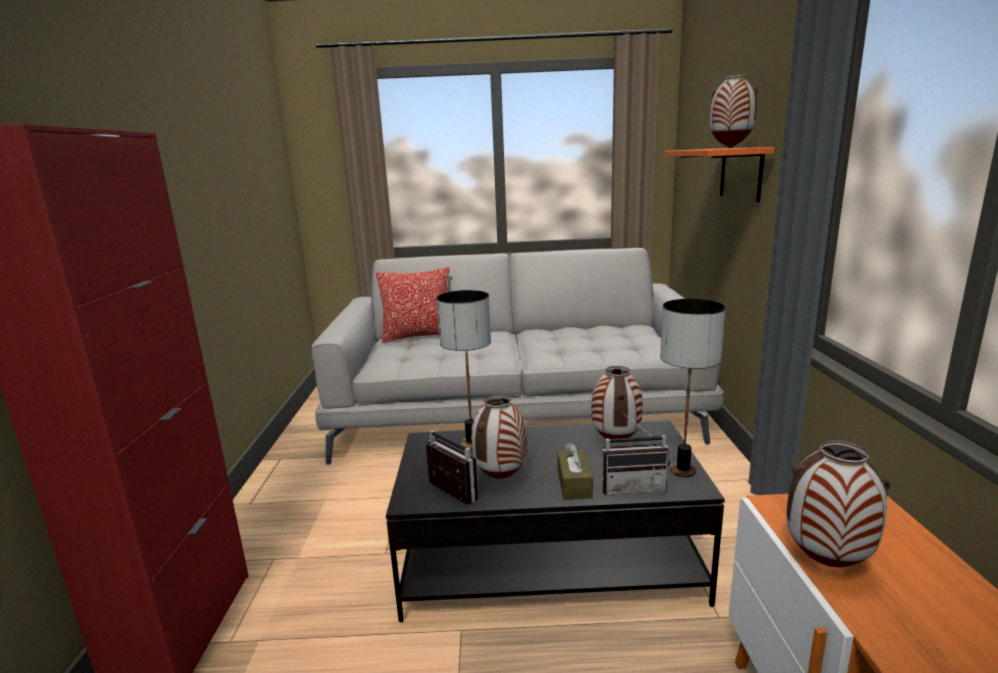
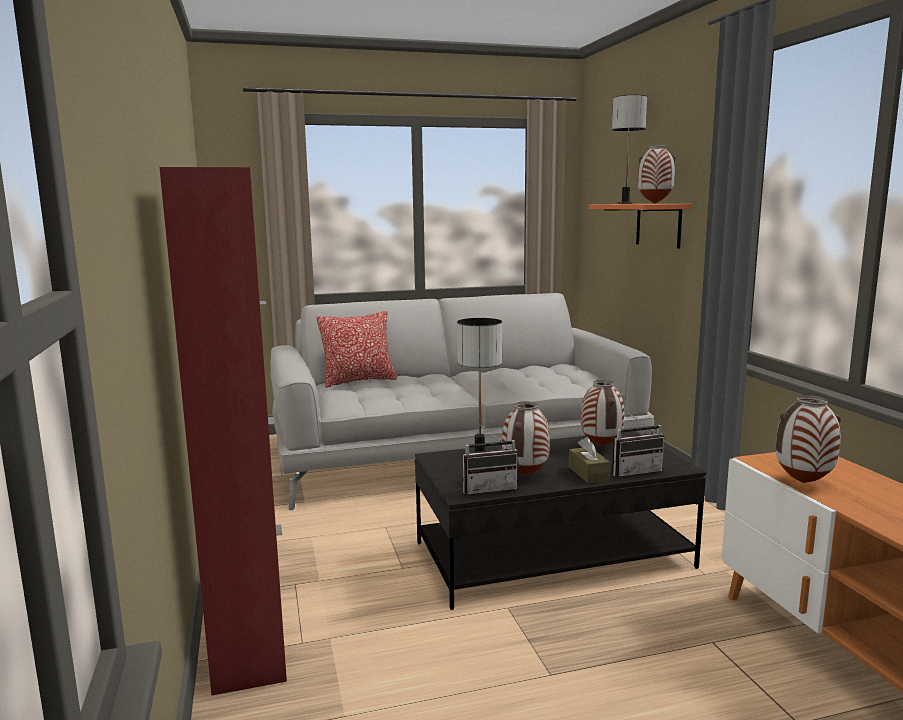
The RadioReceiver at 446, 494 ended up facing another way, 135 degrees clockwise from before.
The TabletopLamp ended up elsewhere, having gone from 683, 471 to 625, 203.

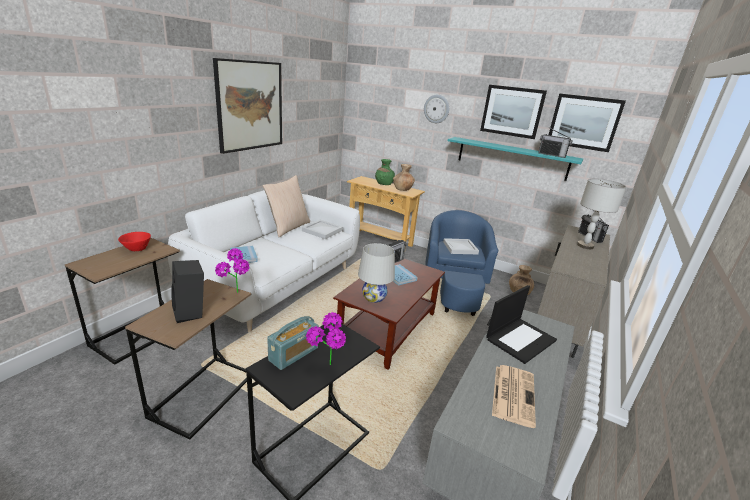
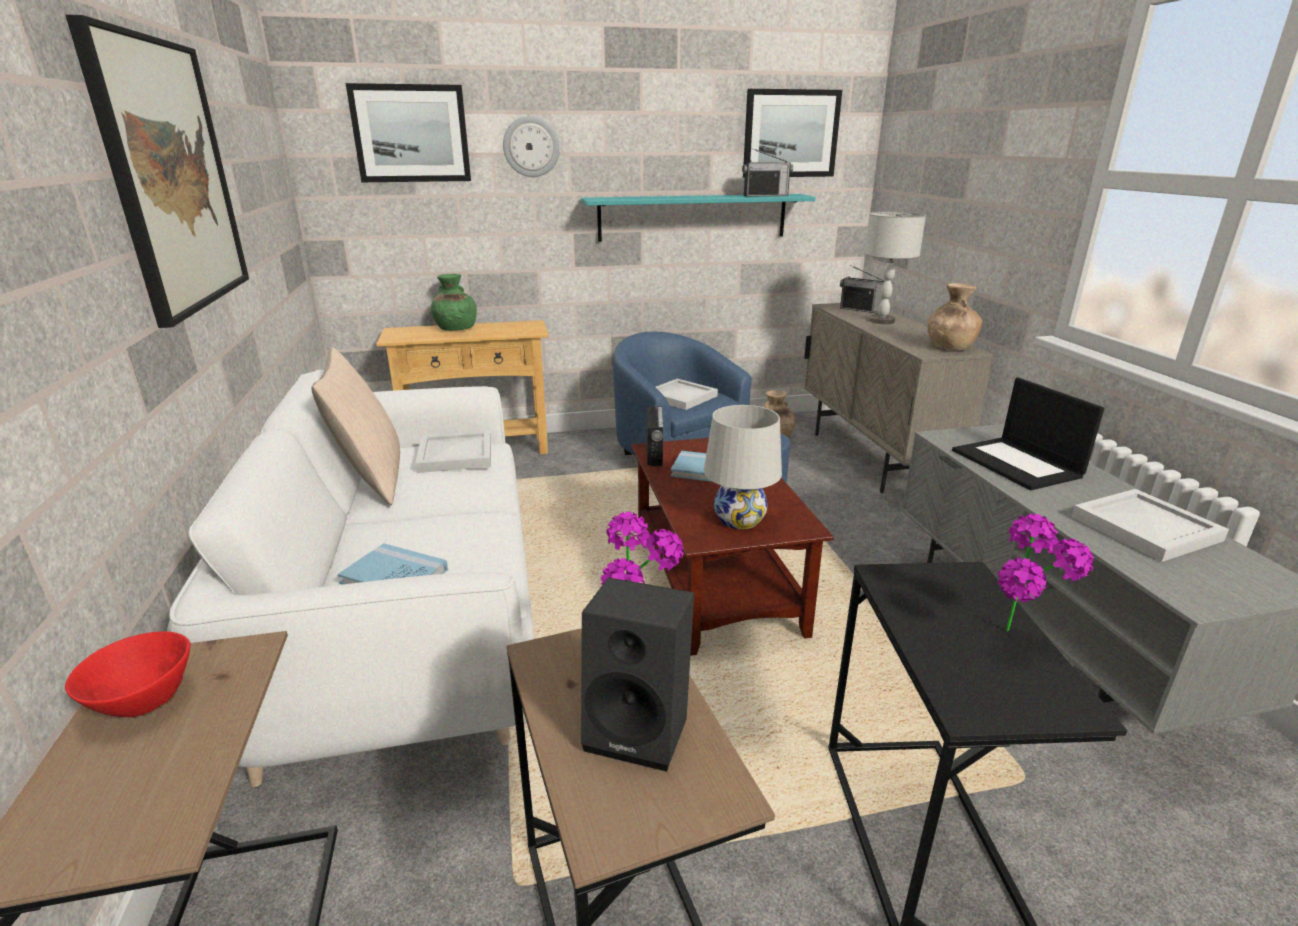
The second view lost the RadioReceiver at 293, 354.
The BrownFlowerVase ended up elsewhere, having gone from 402, 189 to 949, 347.
The Picture ended up elsewhere, having gone from 512, 111 to 411, 134.
The PortableComputer at 520, 339 ended up facing another way, 150 degrees clockwise from before.
Where the DailyPaper stood at 513, 394, the WhitishServingTray came to stand at 1142, 528.

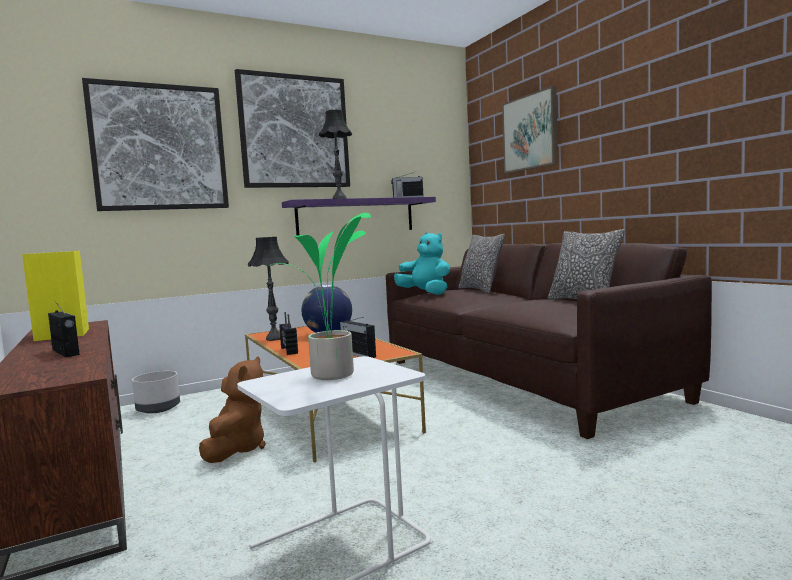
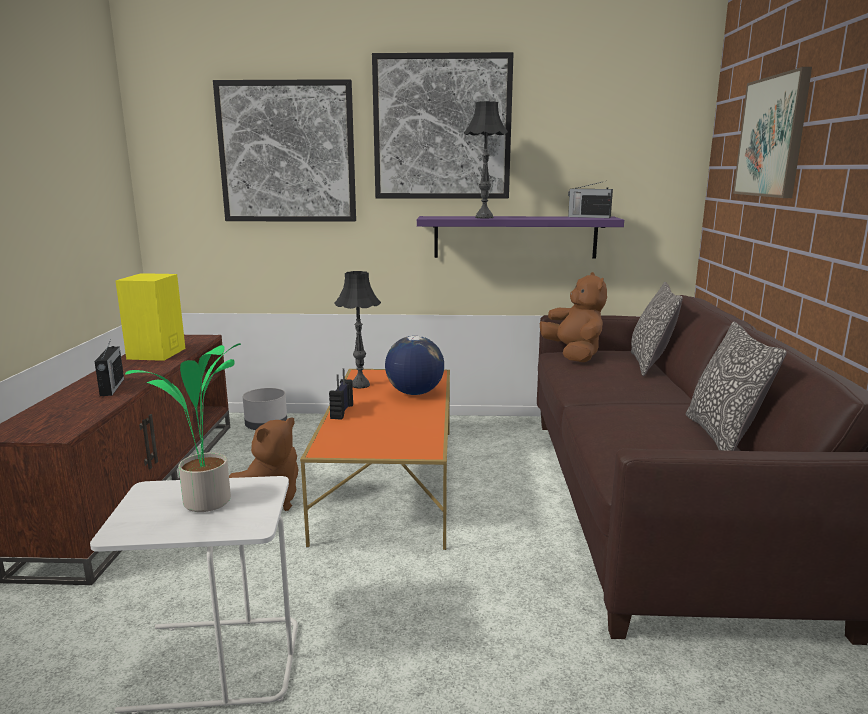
The second view lost the RadioReceiver at 358, 354.
What was the TurquoiseColouredPlushToy at 426, 293 turned into the BrownPlushToy at 574, 355.

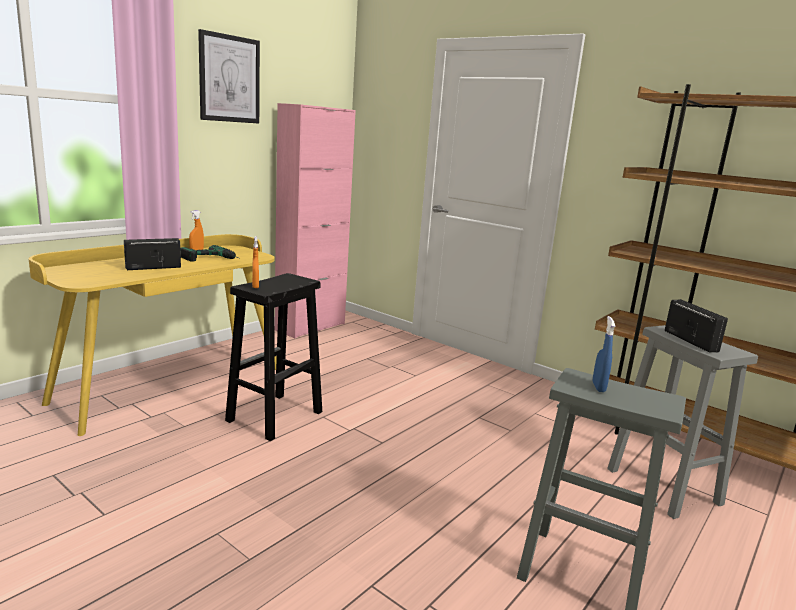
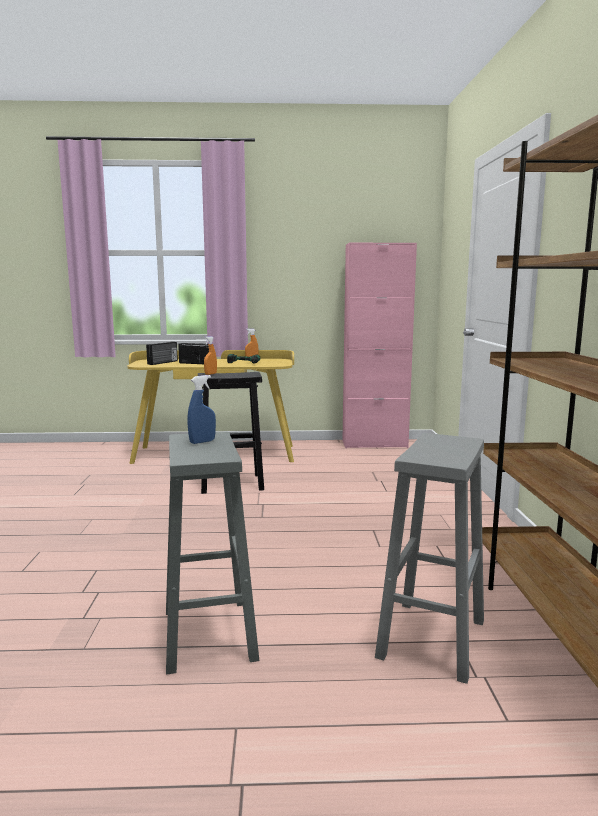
The second view lost the Picture at 229, 79.
The RadioReceiver ended up elsewhere, having gone from 691, 341 to 163, 362.

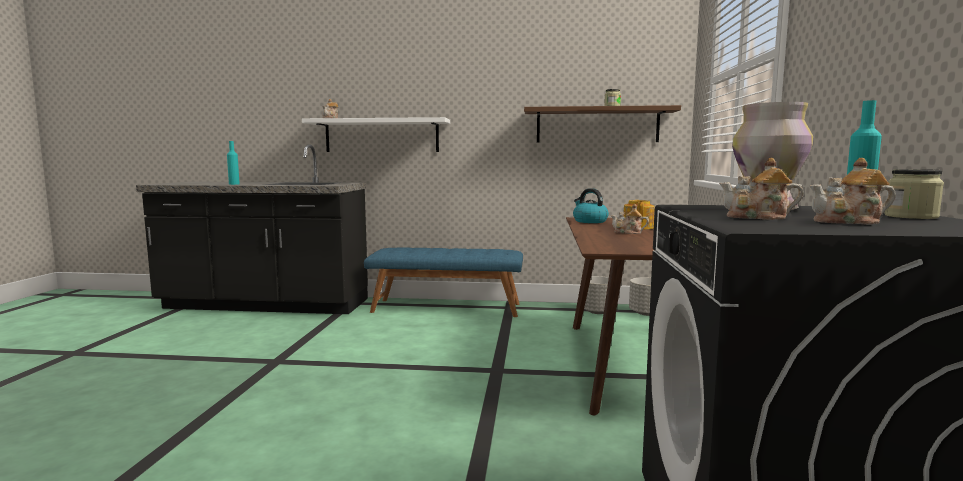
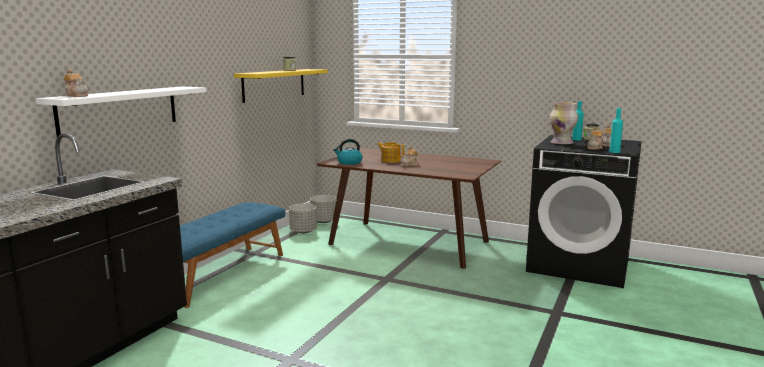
The TurquoiseColouredBeverageBottle ended up elsewhere, having gone from 234, 184 to 614, 152.
What was the BrownBracketShelf at 597, 125 turned into the YellowishBracketShelf at 274, 84.

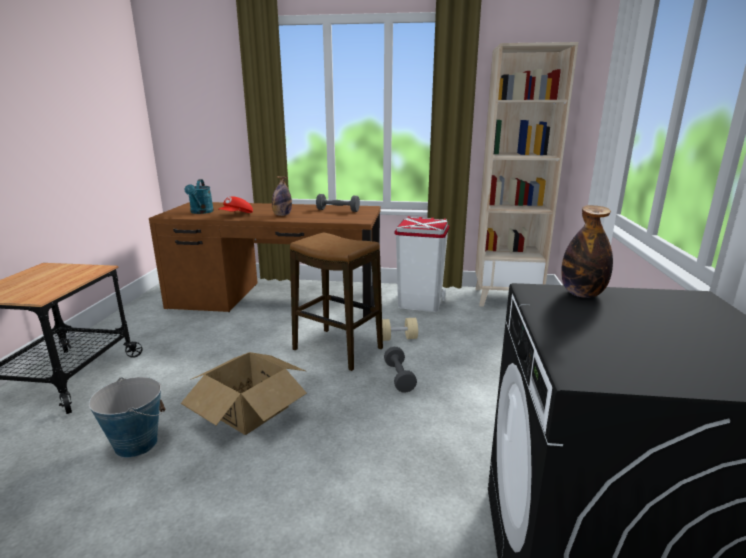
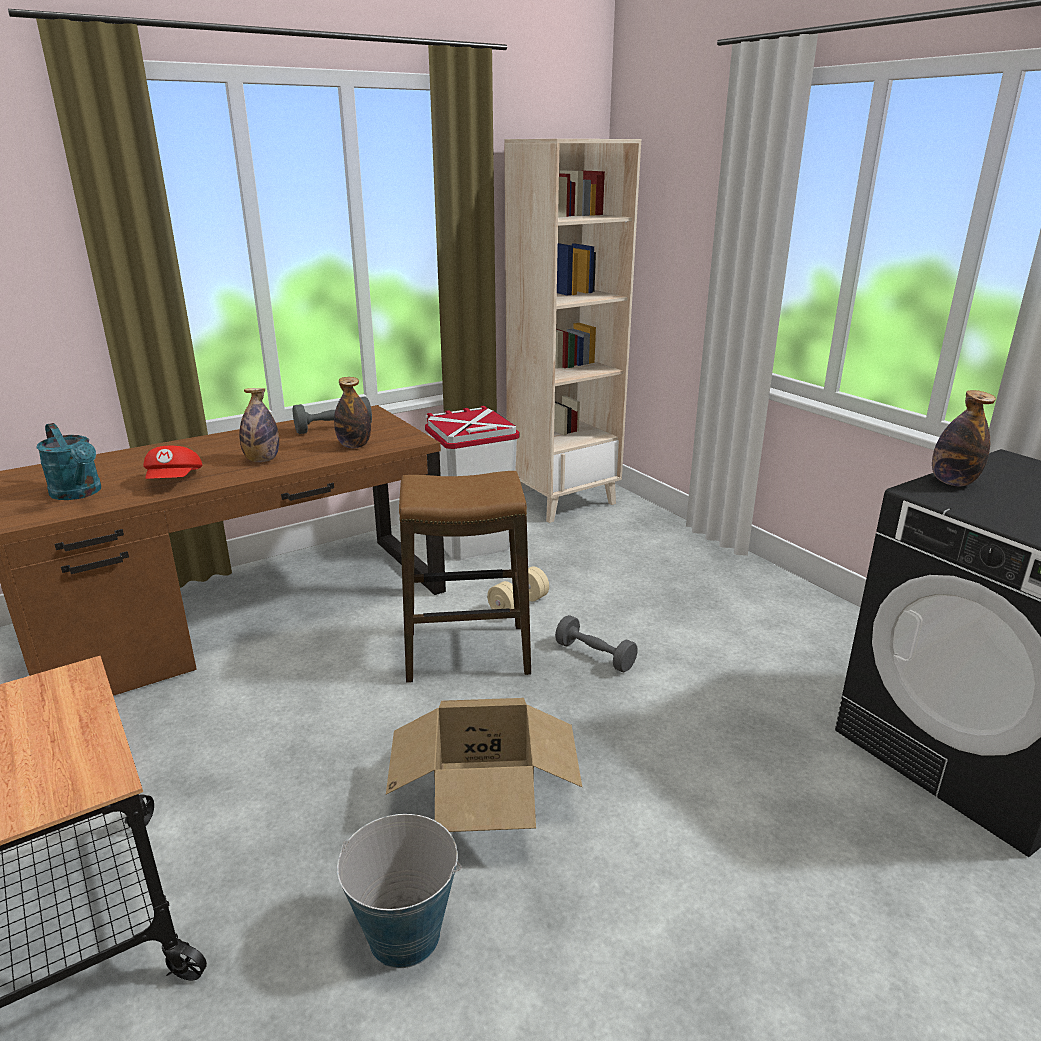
The second view gained the BeverageBottle at 354, 446.

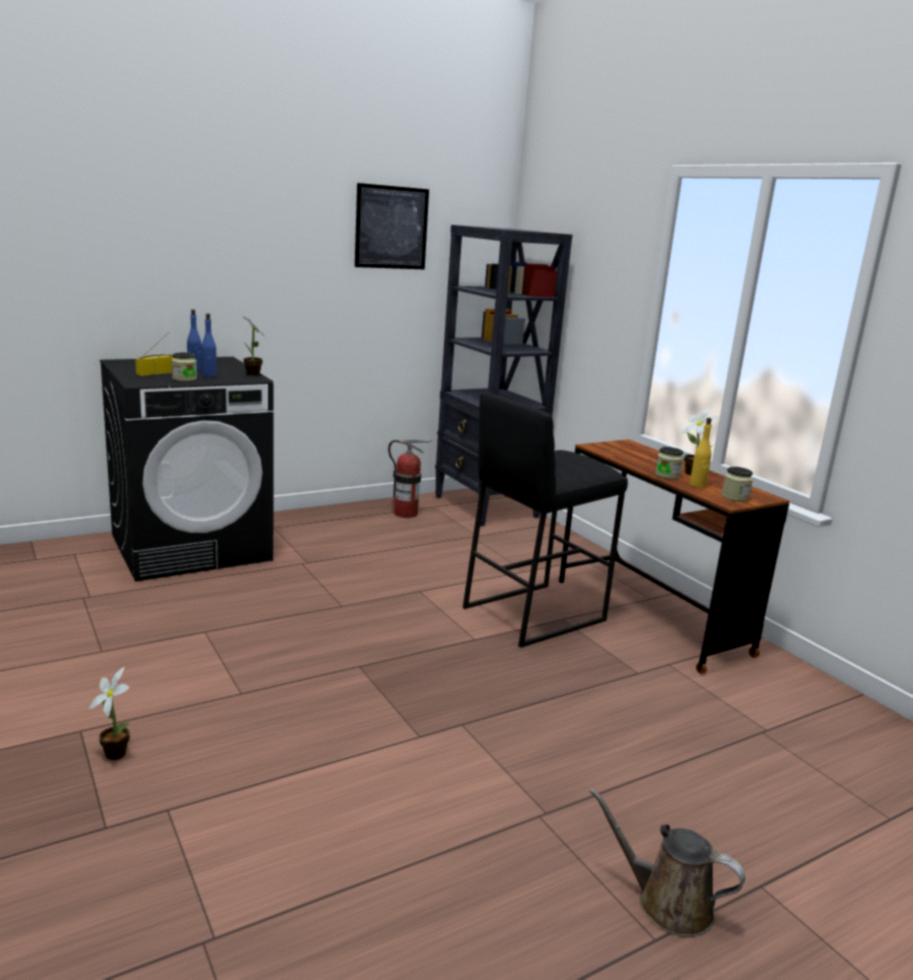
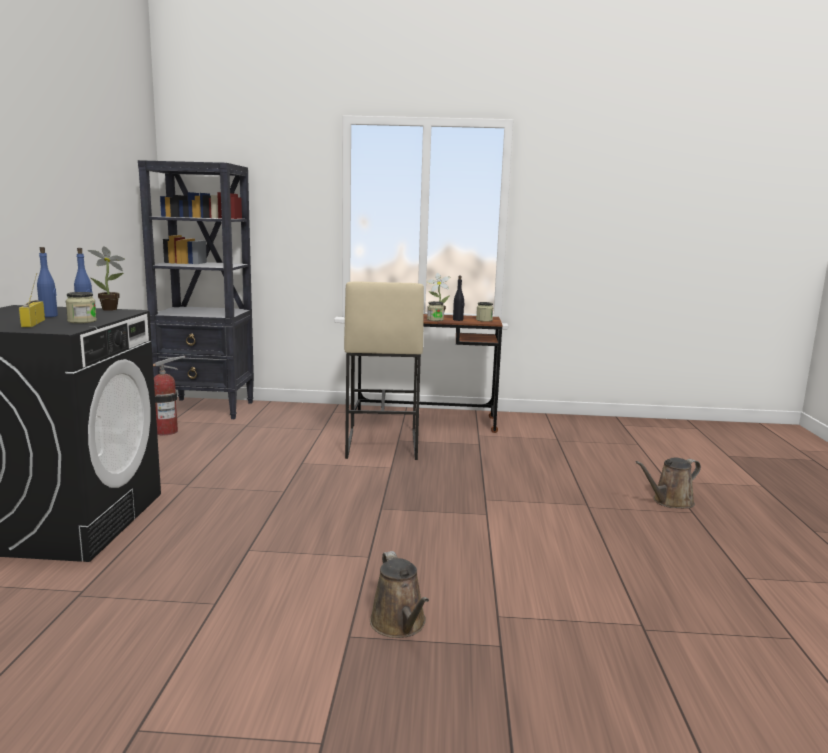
Where the PlantInAPot stood at 115, 752, the BrownWateringCan came to stand at 400, 624.
The second view lost the Picture at 391, 227.
What was the BlackStool at 533, 613 turned into the BeigeStool at 381, 444.
What was the YellowishBeverageBottle at 697, 485 turned into the BlackBeverageBottle at 458, 320.

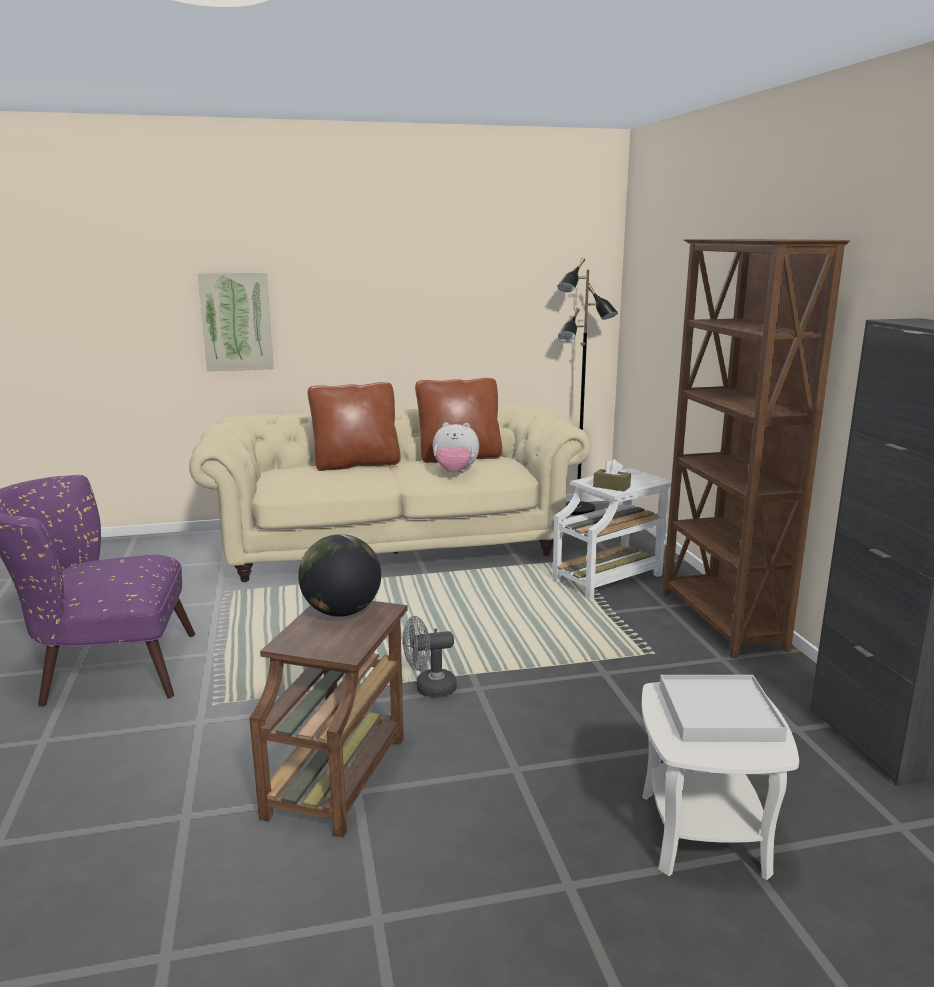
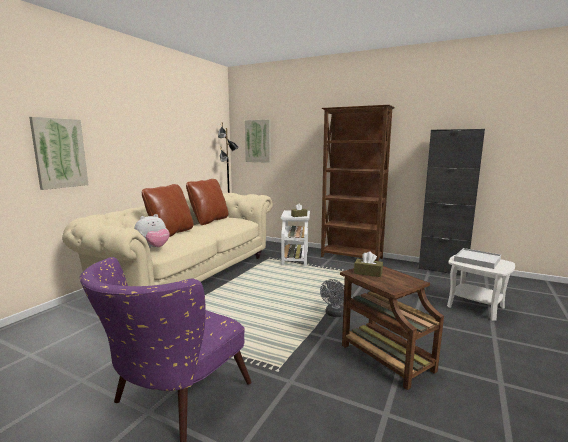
Where the WorldGlobe stood at 342, 612, the BrownTissueHolder came to stand at 368, 273.
The PlushToy ended up elsewhere, having gone from 455, 473 to 153, 248.
The second view gained the Picture at 258, 141.

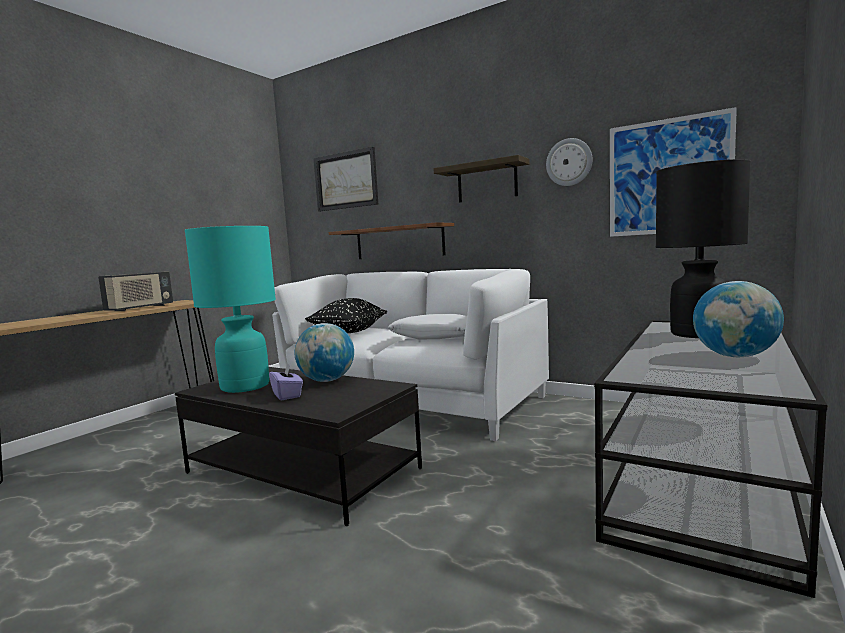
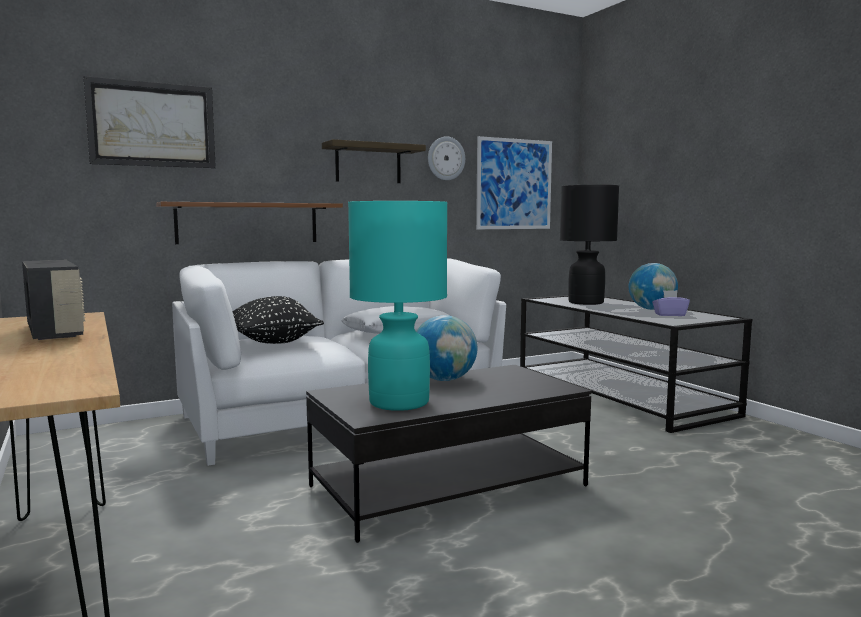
The PurpleTissueHolder ended up elsewhere, having gone from 287, 395 to 669, 315.

